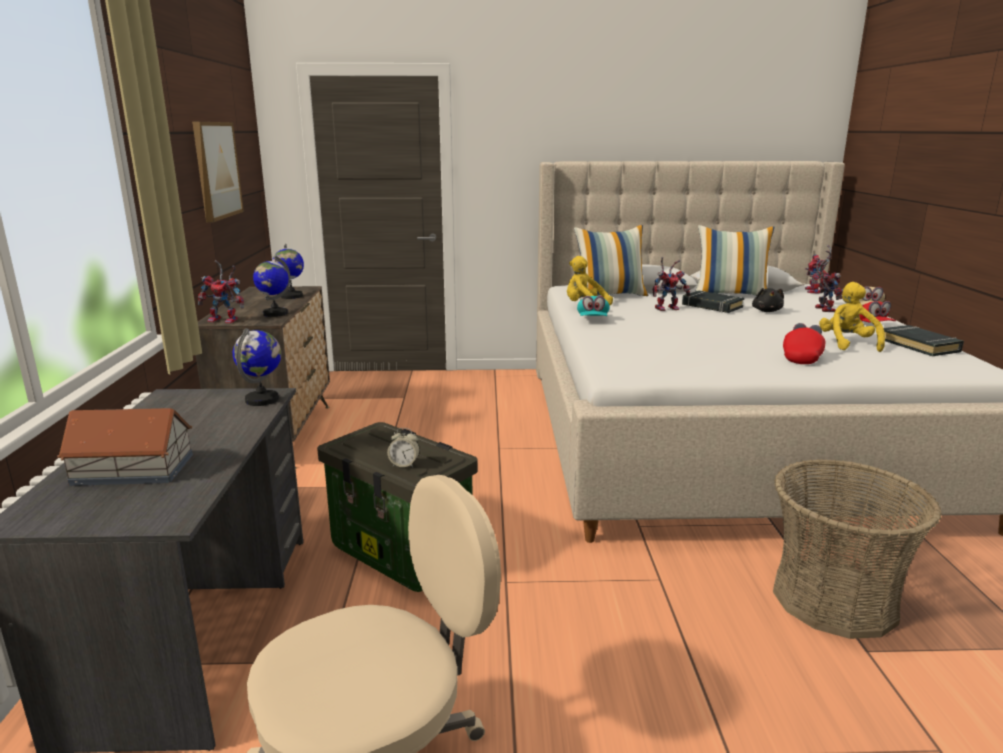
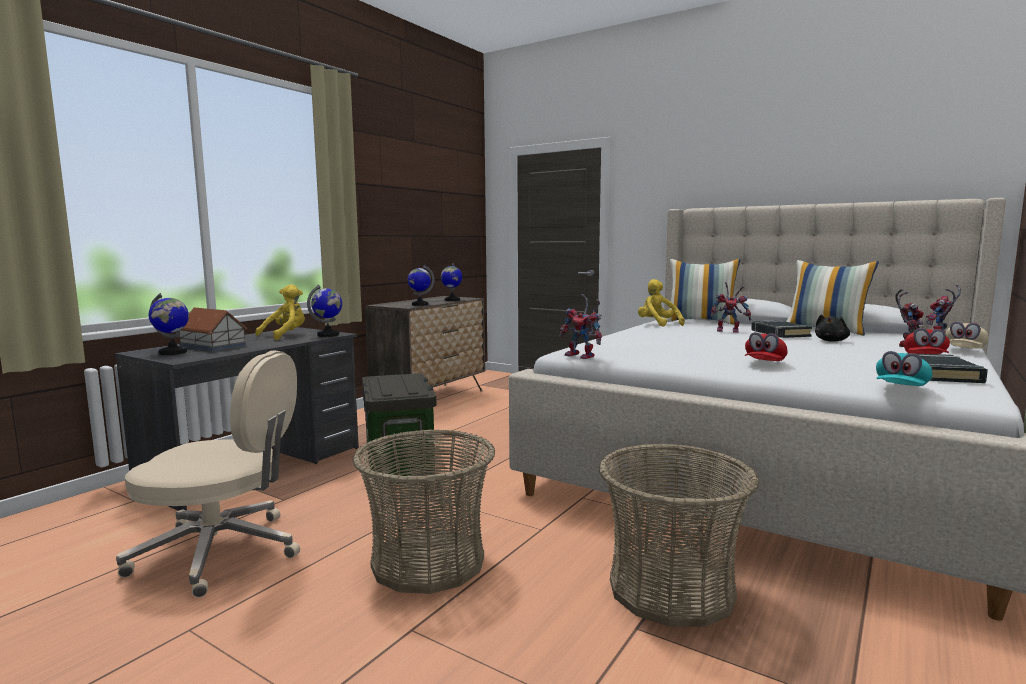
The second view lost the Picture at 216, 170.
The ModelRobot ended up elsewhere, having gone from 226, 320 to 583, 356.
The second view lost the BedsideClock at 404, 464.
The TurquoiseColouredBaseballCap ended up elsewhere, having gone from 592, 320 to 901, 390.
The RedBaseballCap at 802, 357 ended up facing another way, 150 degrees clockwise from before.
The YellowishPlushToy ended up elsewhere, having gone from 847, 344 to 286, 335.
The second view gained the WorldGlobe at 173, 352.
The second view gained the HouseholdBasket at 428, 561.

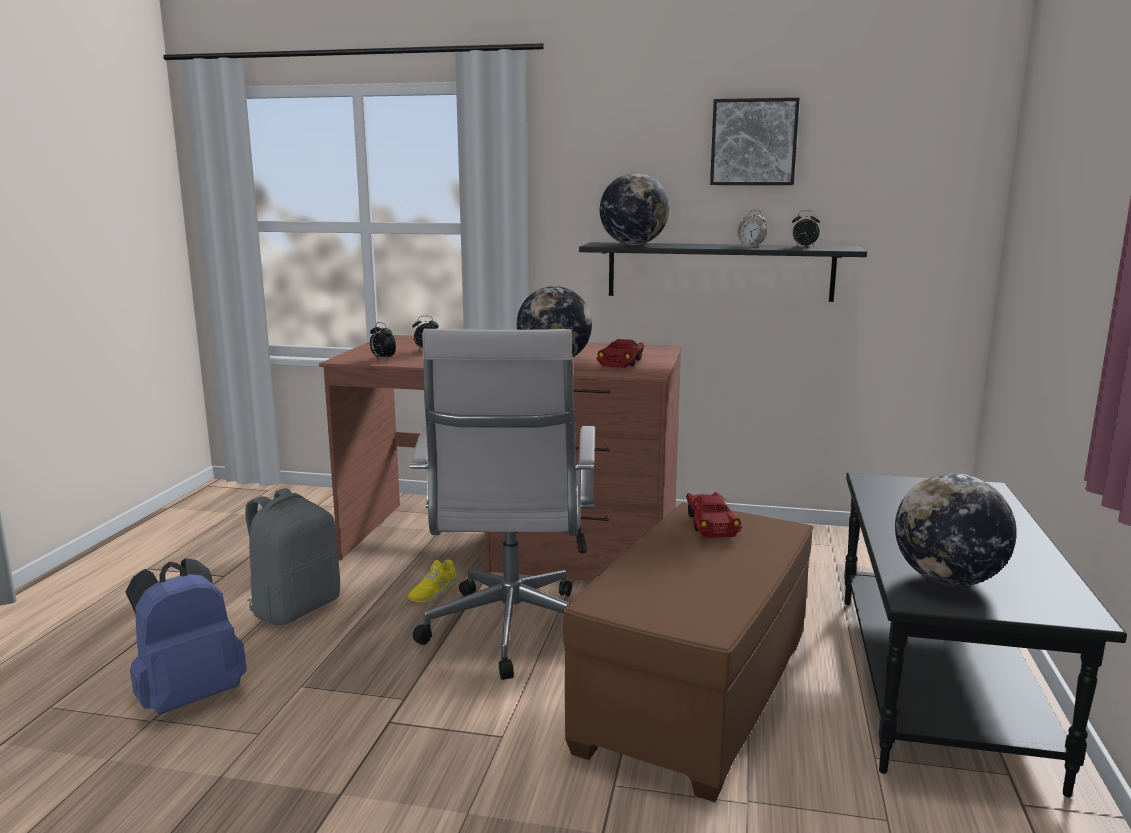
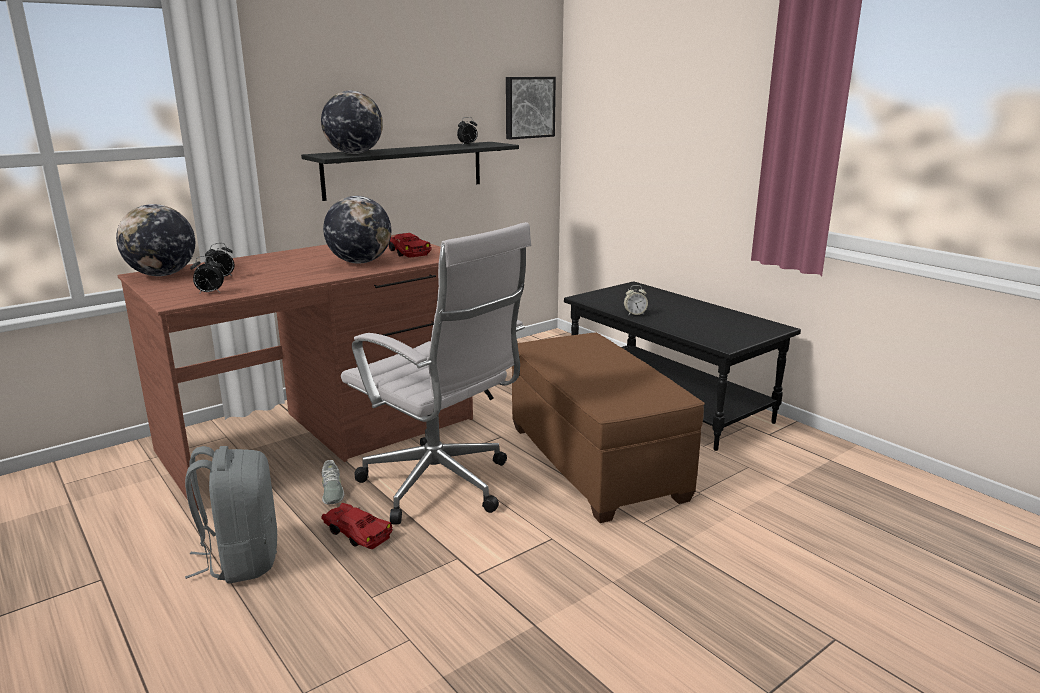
The second view lost the BluishKnapsack at 189, 696.
What was the YellowishShoe at 433, 591 turned into the GreyShoe at 332, 491.
The RedModelCar ended up elsewhere, having gone from 710, 523 to 356, 533.
The Picture ended up elsewhere, having gone from 753, 142 to 528, 107.
The BedsideClock ended up elsewhere, having gone from 751, 245 to 635, 314.
The WorldGlobe ended up elsewhere, having gone from 947, 580 to 162, 275.

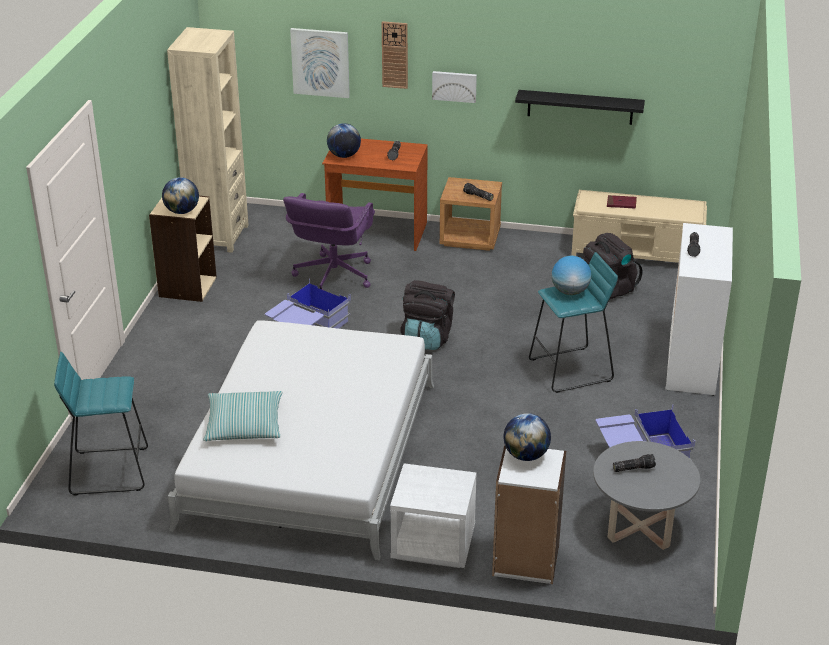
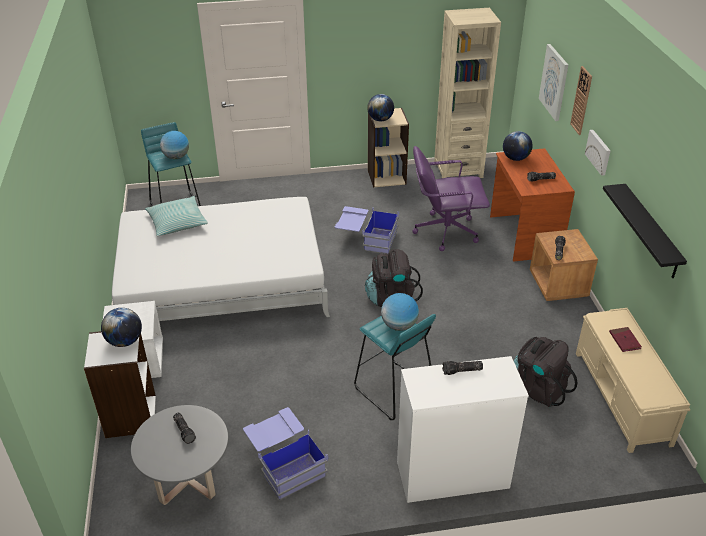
The second view gained the WorldGlobe at 176, 157.

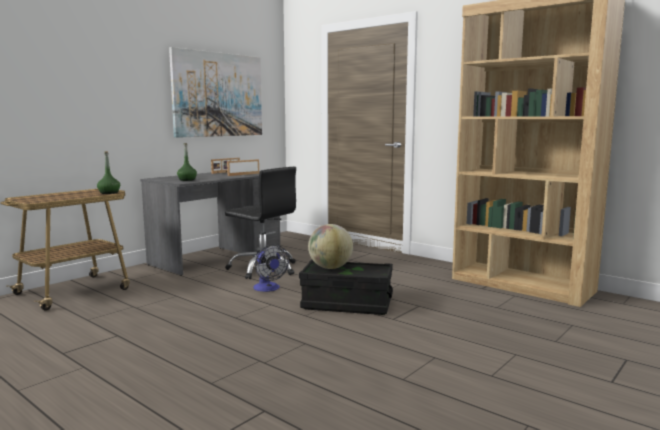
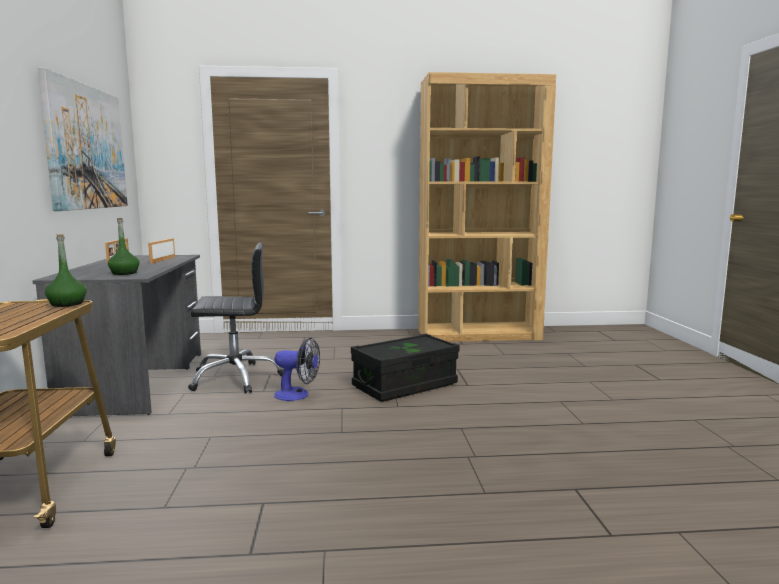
The second view lost the WorldGlobe at 330, 268.

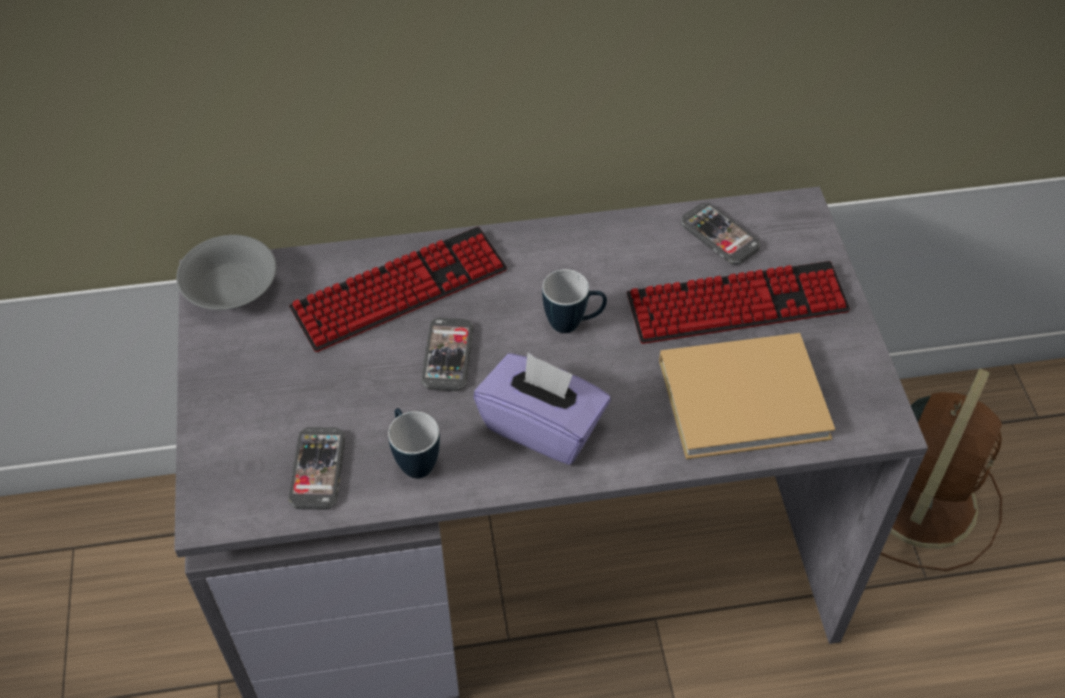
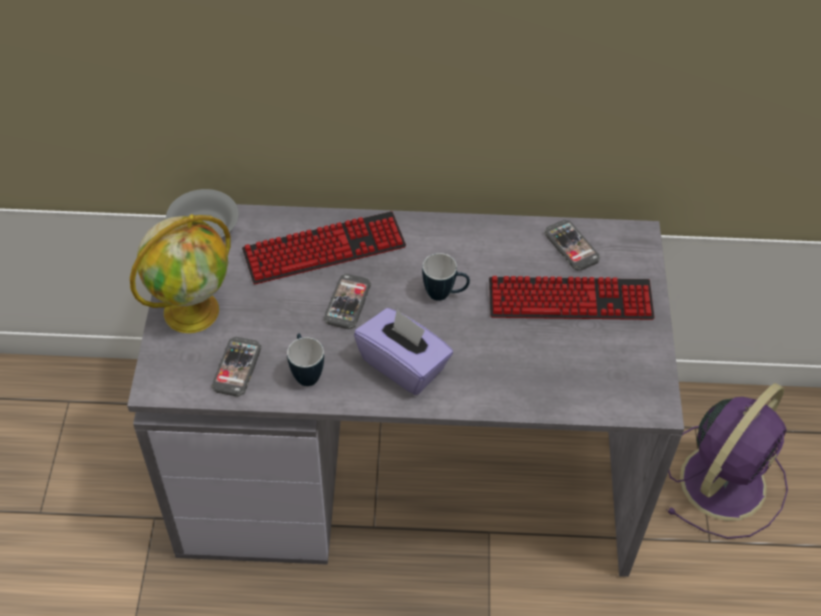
The second view lost the BeigeBoundBook at 748, 398.
What was the BrownCoolingFan at 924, 498 turned into the PurpleCoolingFan at 725, 479.
The second view gained the WorldGlobe at 192, 309.

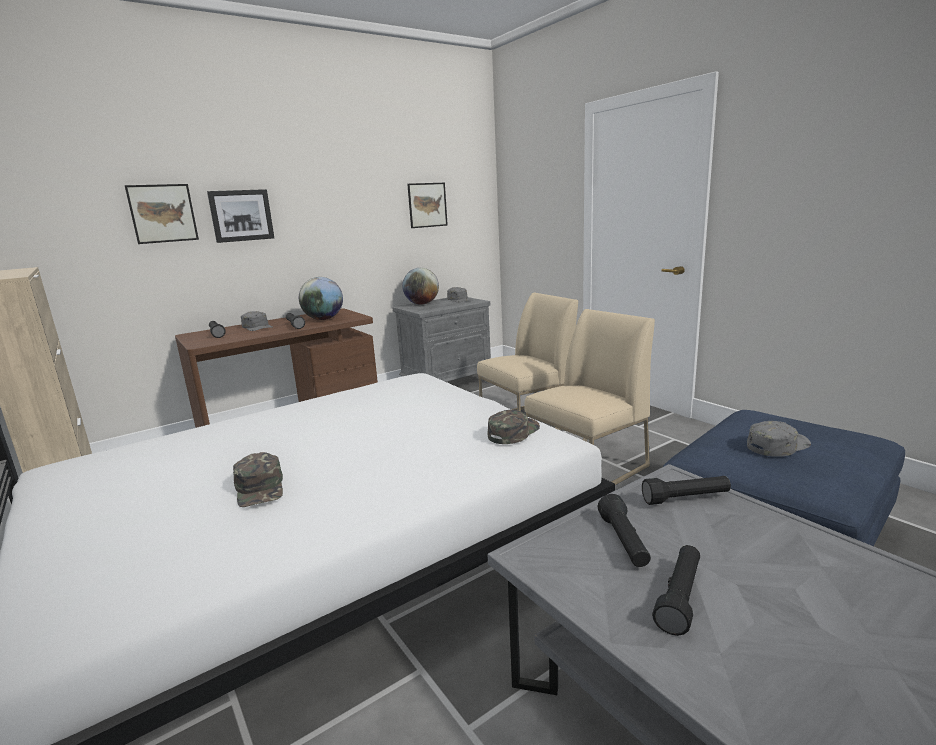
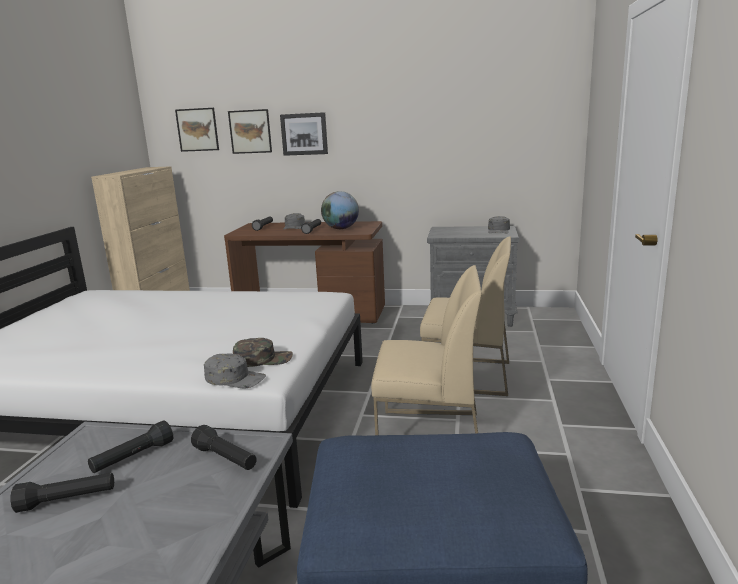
The second view lost the GreenColouredBaseballCap at 260, 488.
The second view lost the WorldGlobe at 422, 304.
The Picture ended up elsewhere, having gone from 427, 205 to 197, 129.
The GreyBaseballCap ended up elsewhere, having gone from 777, 445 to 235, 378.

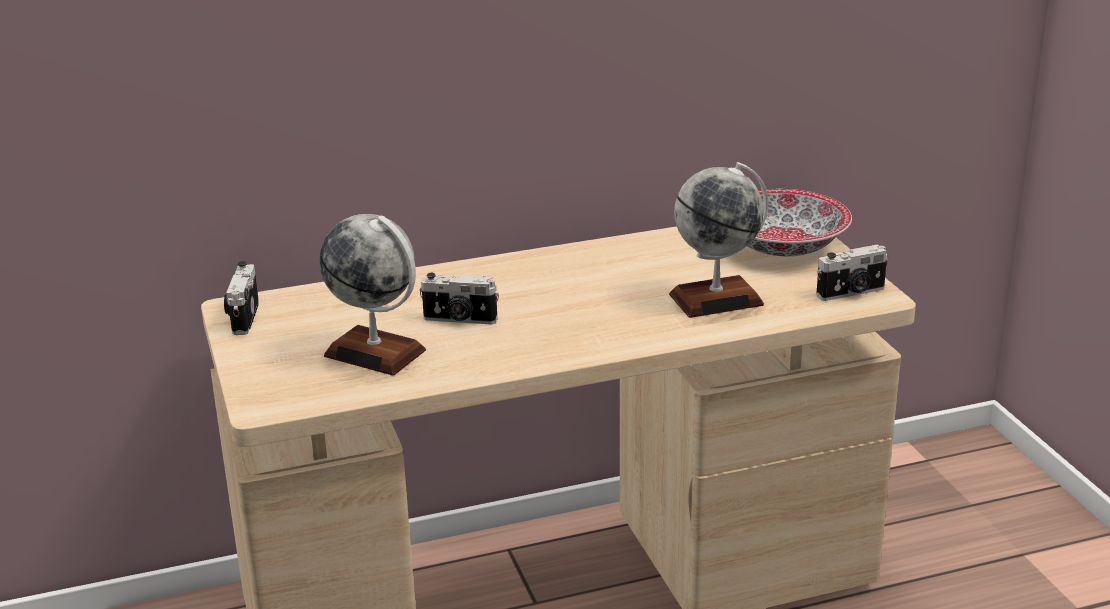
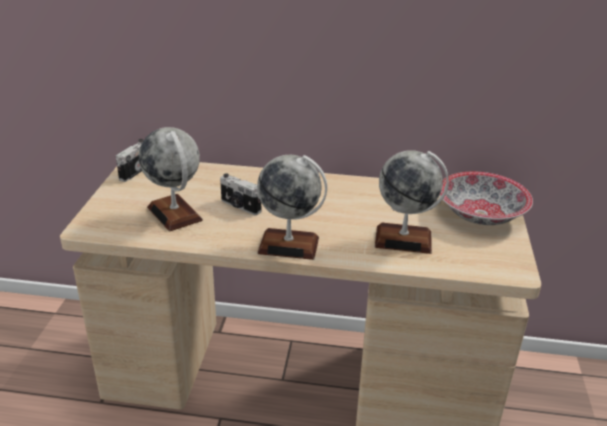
The second view lost the StillCamera at 852, 293.
The second view gained the WorldGlobe at 289, 245.

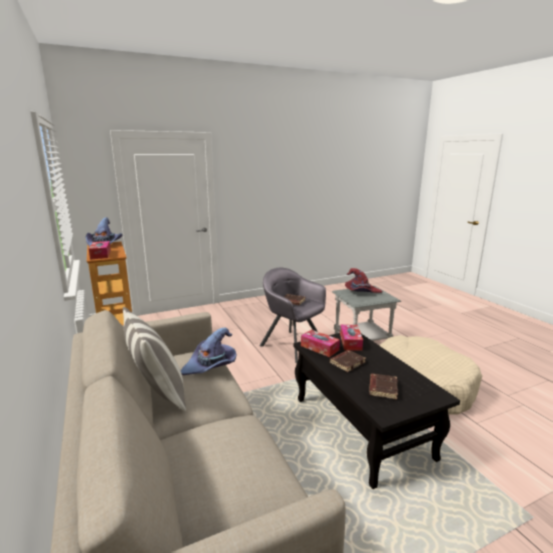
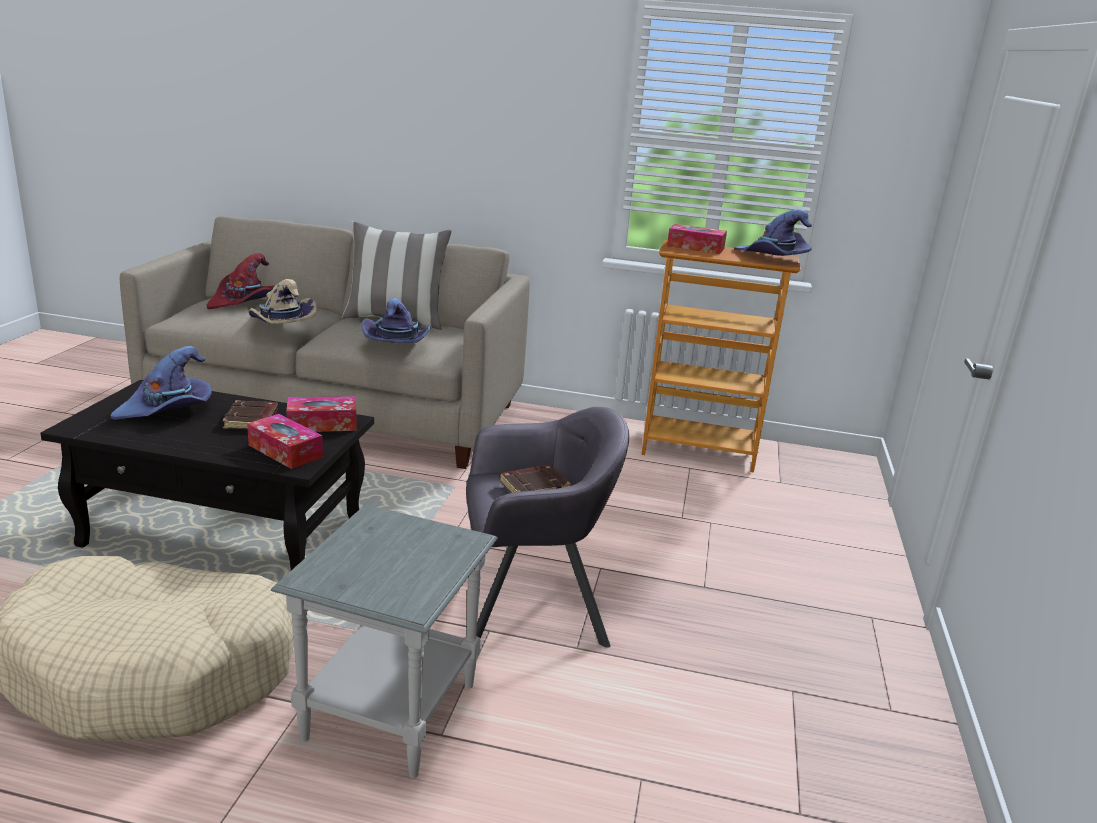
The RedClothingHat ended up elsewhere, having gone from 361, 291 to 244, 302.
Where the BrownBoundBook stood at 382, 388, the PurpleClothingHat came to stand at 167, 409.
The second view gained the BeigeClothingHat at 281, 324.

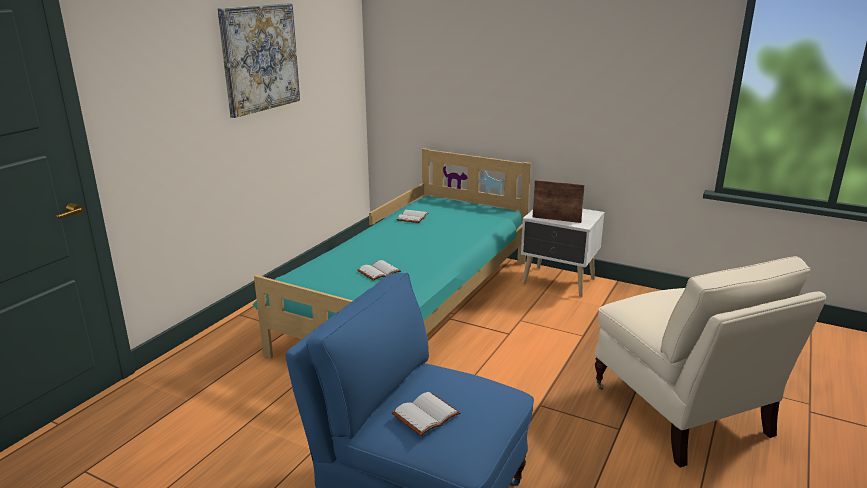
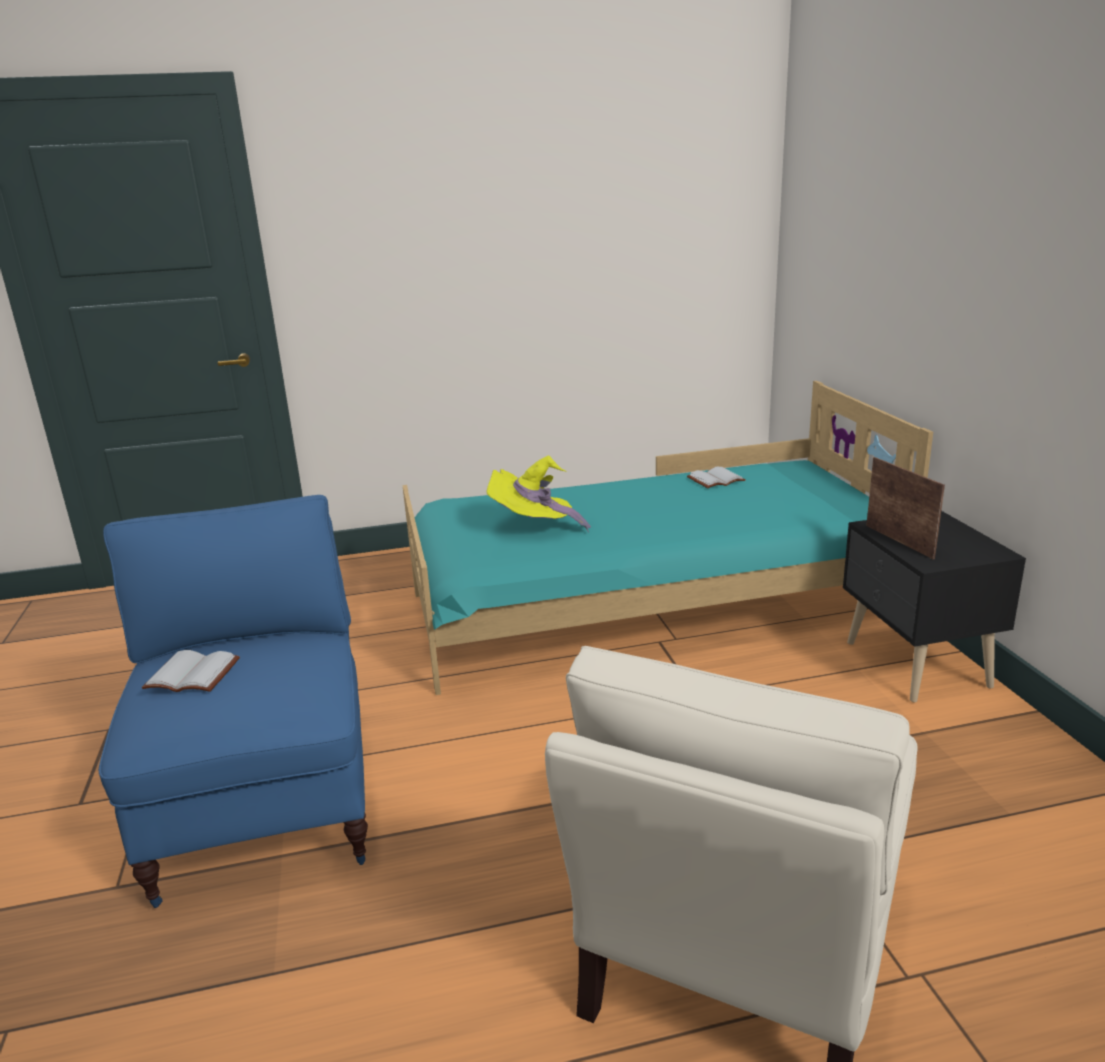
The second view lost the Picture at 260, 58.
Where the WhitishBoundBook stood at 379, 272, the YellowishClothingHat came to stand at 534, 528.
What was the WhitishBedsideTable at 559, 282 turned into the BlackBedsideTable at 915, 666.

